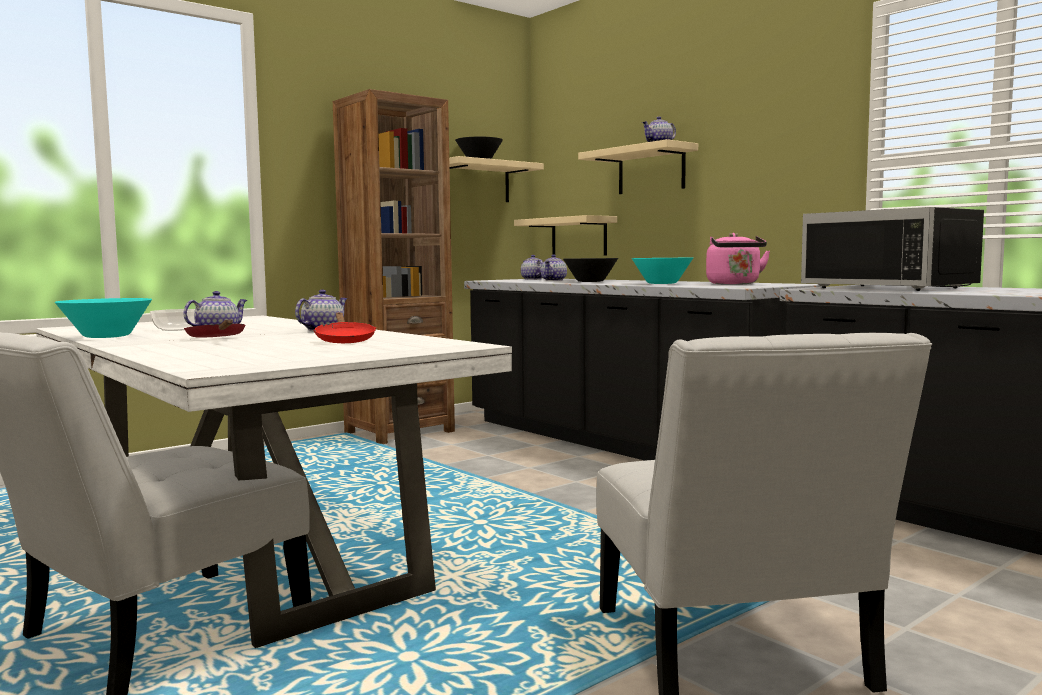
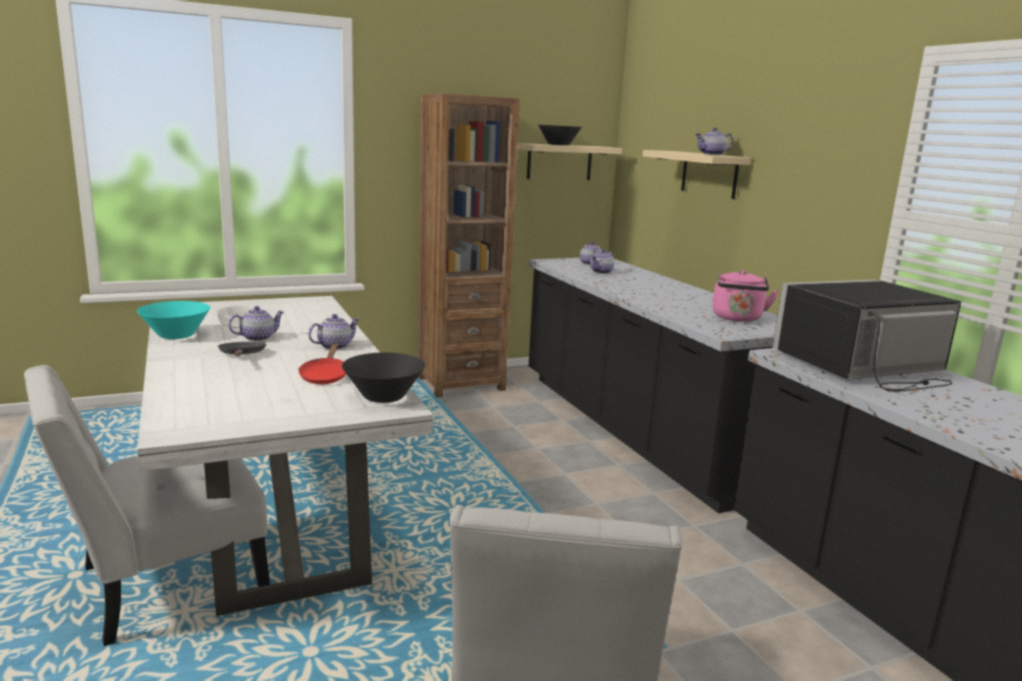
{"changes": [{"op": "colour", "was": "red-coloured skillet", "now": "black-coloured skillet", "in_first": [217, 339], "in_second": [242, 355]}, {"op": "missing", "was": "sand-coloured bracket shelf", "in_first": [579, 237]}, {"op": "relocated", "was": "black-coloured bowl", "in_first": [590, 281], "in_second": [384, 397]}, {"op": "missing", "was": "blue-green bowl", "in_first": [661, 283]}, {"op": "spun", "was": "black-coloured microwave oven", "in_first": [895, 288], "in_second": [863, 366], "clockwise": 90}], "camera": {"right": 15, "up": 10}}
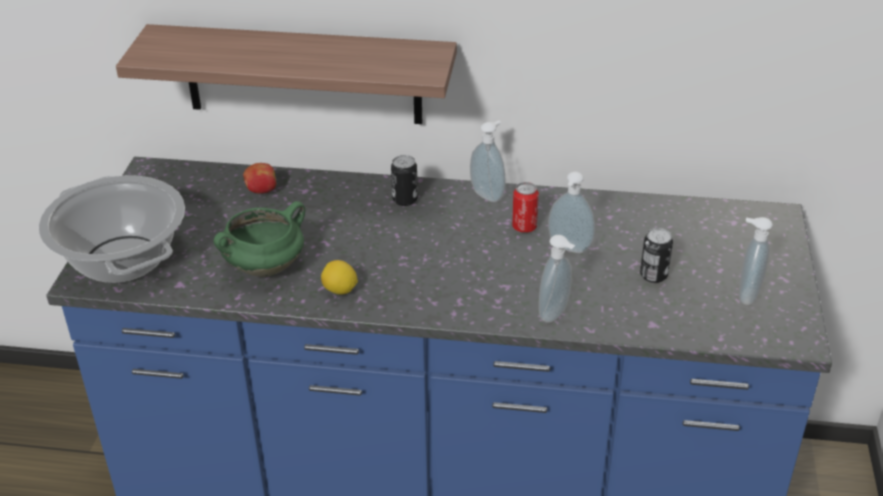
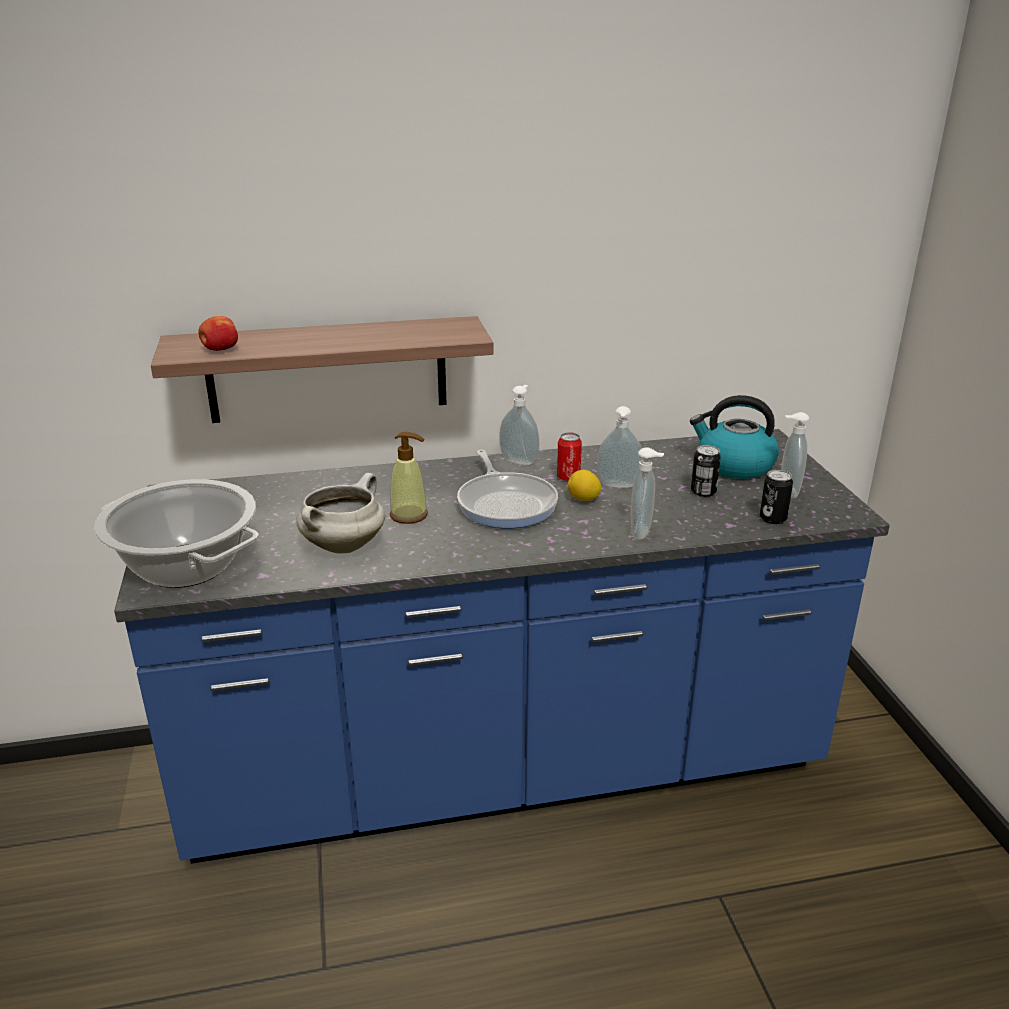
{"changes": [{"op": "colour", "was": "greenish stockpot", "now": "white stockpot", "in_first": [265, 266], "in_second": [344, 545]}, {"op": "relocated", "was": "apple fruit", "in_first": [261, 191], "in_second": [220, 350]}, {"op": "relocated", "was": "whole lemon", "in_first": [340, 290], "in_second": [583, 499]}, {"op": "relocated", "was": "can", "in_first": [405, 199], "in_second": [773, 518]}, {"op": "appeared", "now": "soap dispenser", "in_second": [409, 515]}, {"op": "appeared", "now": "skillet", "in_second": [506, 503]}, {"op": "appeared", "now": "tea kettle", "in_second": [734, 465]}], "camera": {"right": -20, "up": -10}}
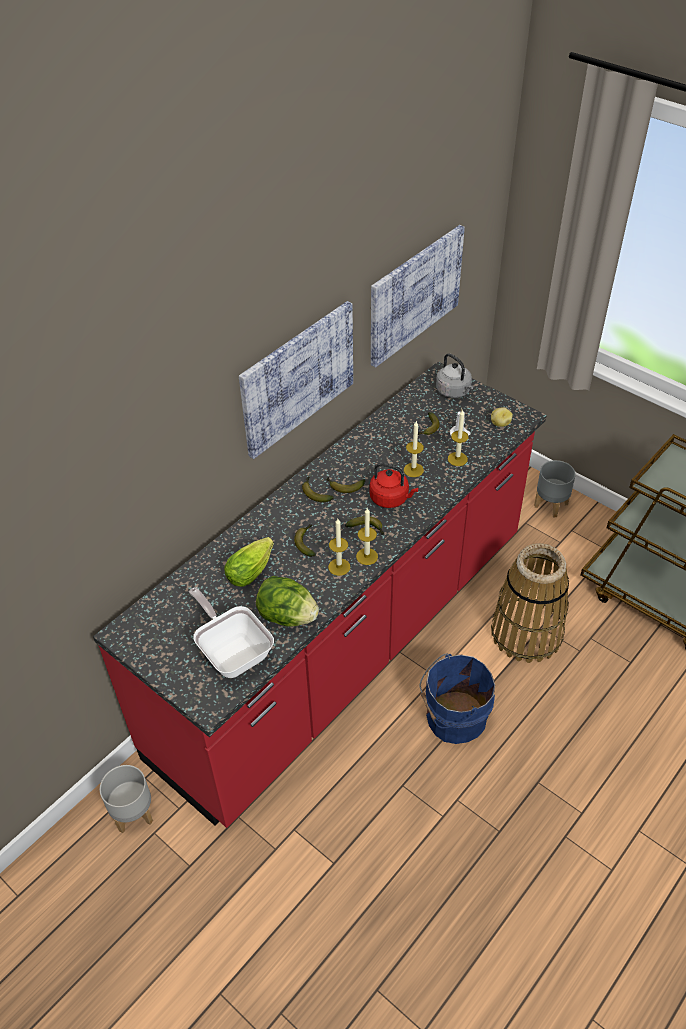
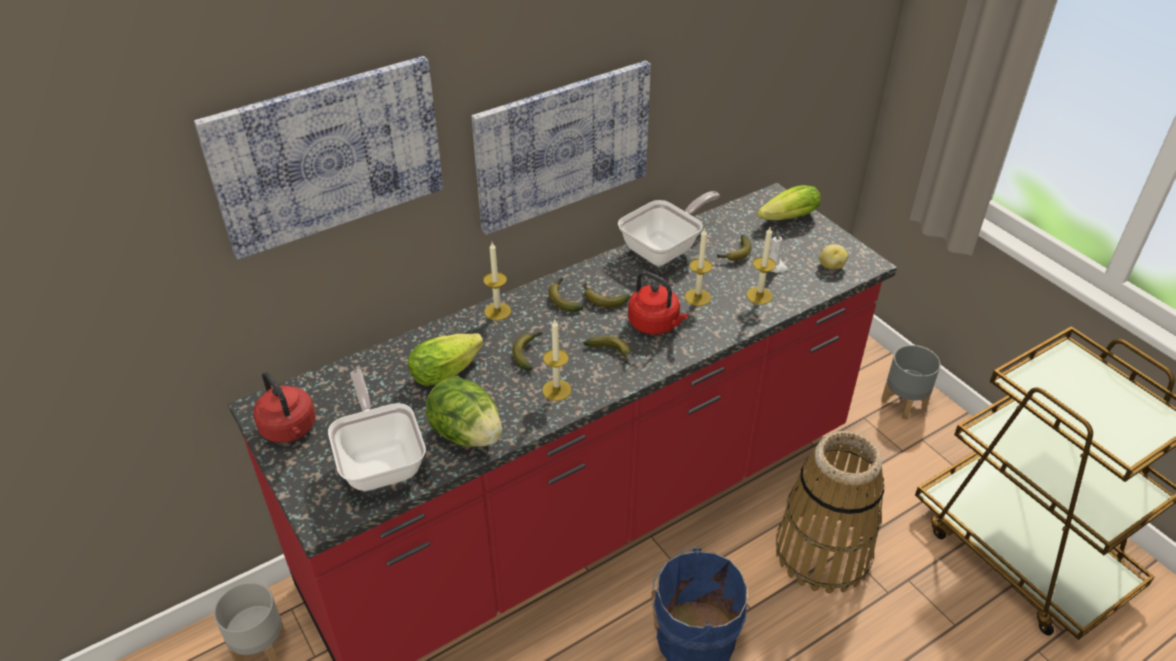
{"changes": [{"op": "relocated", "was": "candle", "in_first": [367, 556], "in_second": [497, 311]}, {"op": "relocated", "was": "wall picture", "in_first": [414, 294], "in_second": [328, 155]}, {"op": "exchanged", "was": "gray tea kettle", "now": "lettuce", "in_first": [454, 392], "in_second": [785, 219]}, {"op": "appeared", "now": "red-coloured tea kettle", "in_second": [290, 430]}, {"op": "appeared", "now": "skillet", "in_second": [665, 249]}], "camera": {"right": 15, "up": -5}}
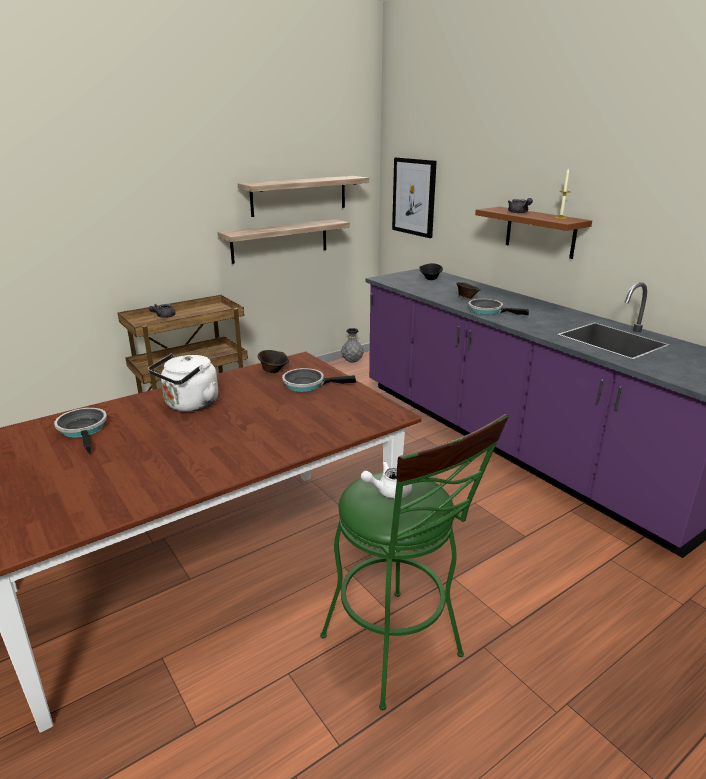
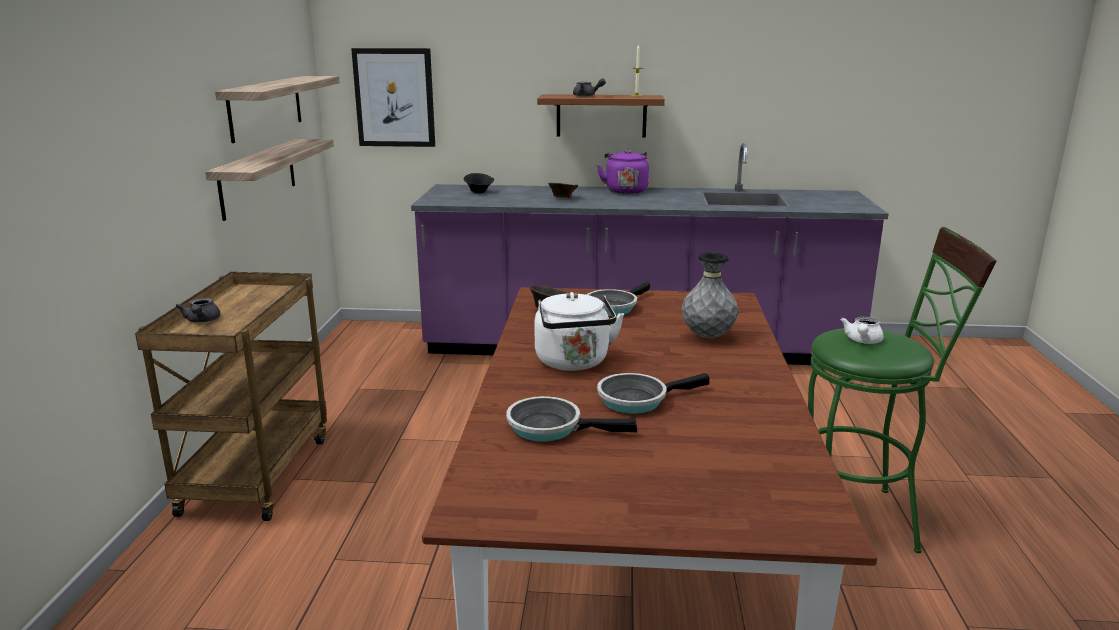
{"changes": [{"op": "relocated", "was": "gray decorative vase", "in_first": [352, 361], "in_second": [708, 336]}, {"op": "relocated", "was": "skillet", "in_first": [488, 311], "in_second": [637, 400]}, {"op": "appeared", "now": "purple-coloured tea kettle", "in_second": [625, 191]}], "camera": {"right": -50, "up": -5}}
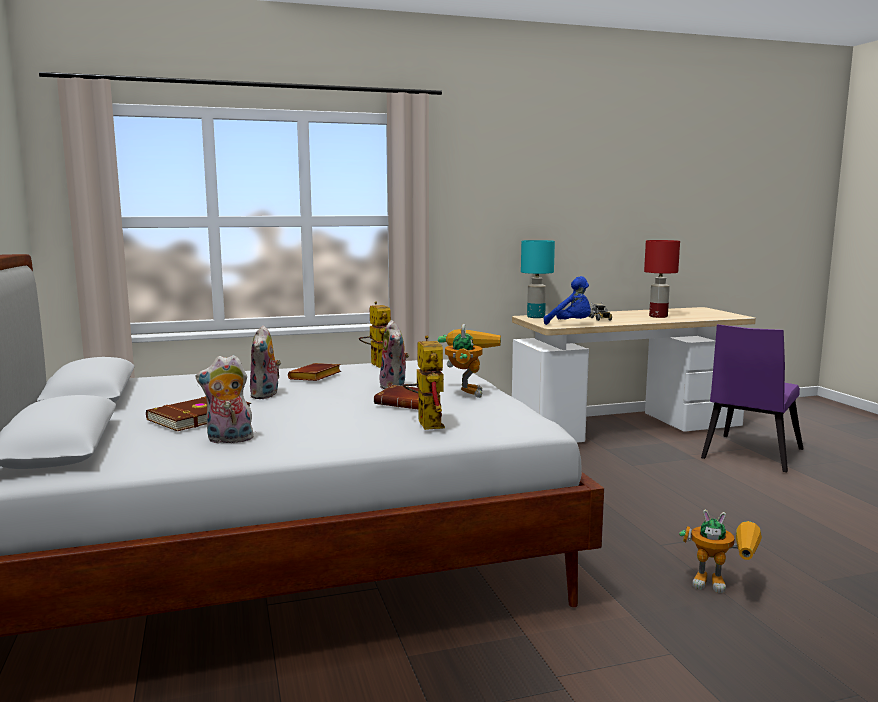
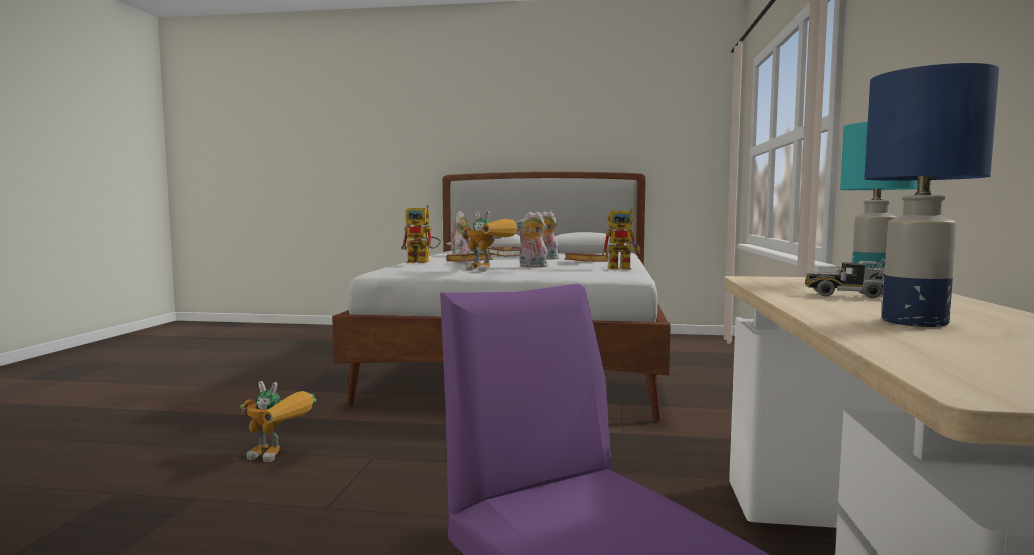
{"changes": [{"op": "missing", "was": "blue cuddly toy", "in_first": [571, 324]}, {"op": "colour", "was": "red-coloured tabletop lamp", "now": "blue tabletop lamp", "in_first": [658, 316], "in_second": [912, 322]}, {"op": "spun", "was": "model robot", "in_first": [722, 585], "in_second": [279, 456], "clockwise": -120}], "camera": {"right": 115, "up": -5}}
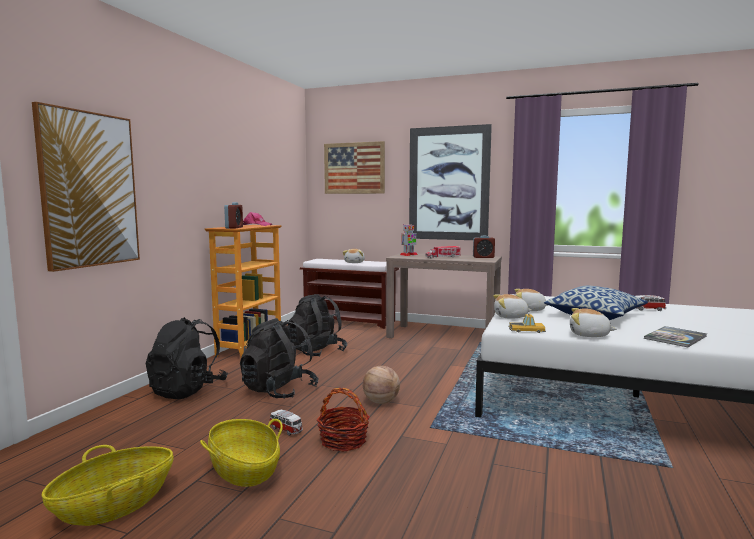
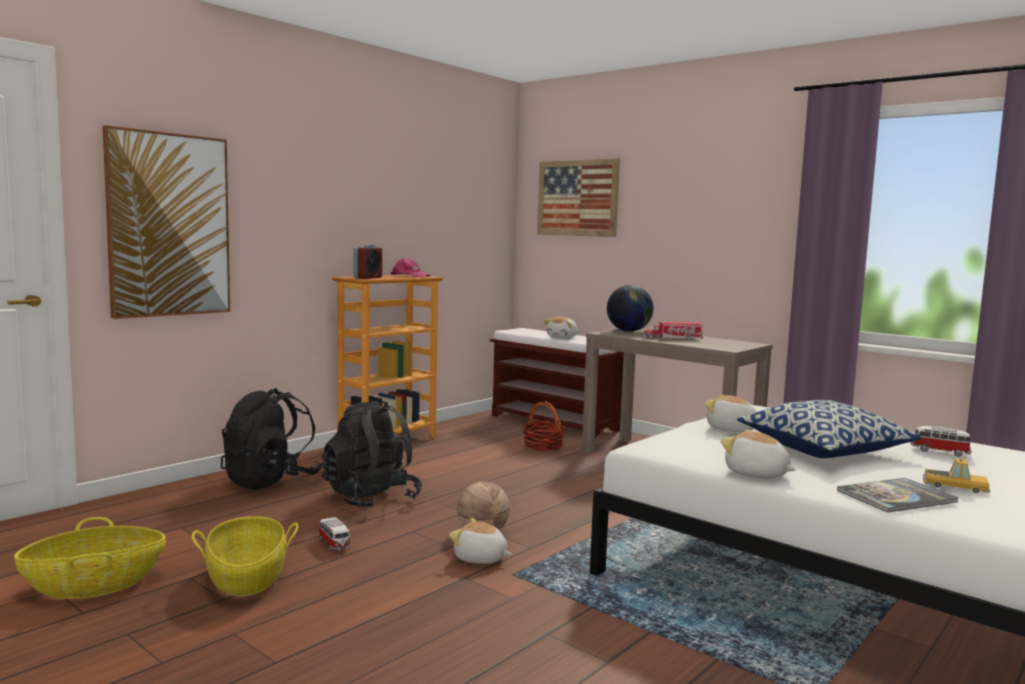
{"changes": [{"op": "missing", "was": "black-coloured rucksack", "in_first": [316, 352]}, {"op": "relocated", "was": "storage basket", "in_first": [343, 441], "in_second": [543, 446]}, {"op": "exchanged", "was": "model robot", "now": "globe", "in_first": [408, 255], "in_second": [628, 331]}, {"op": "missing", "was": "wall picture", "in_first": [448, 183]}, {"op": "missing", "was": "bedside clock", "in_first": [483, 257]}, {"op": "relocated", "was": "cuddly toy", "in_first": [510, 317], "in_second": [480, 559]}, {"op": "relocated", "was": "miniature car", "in_first": [527, 330], "in_second": [956, 486]}], "camera": {"right": 20, "up": 0}}
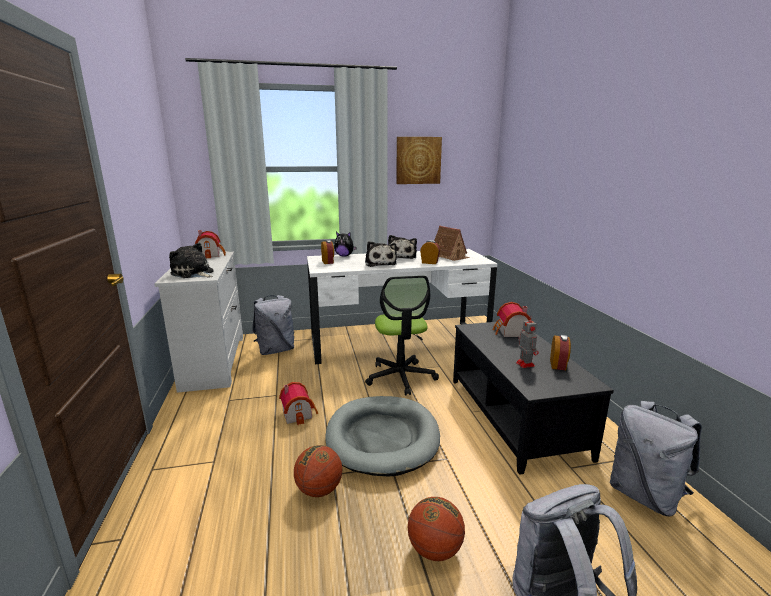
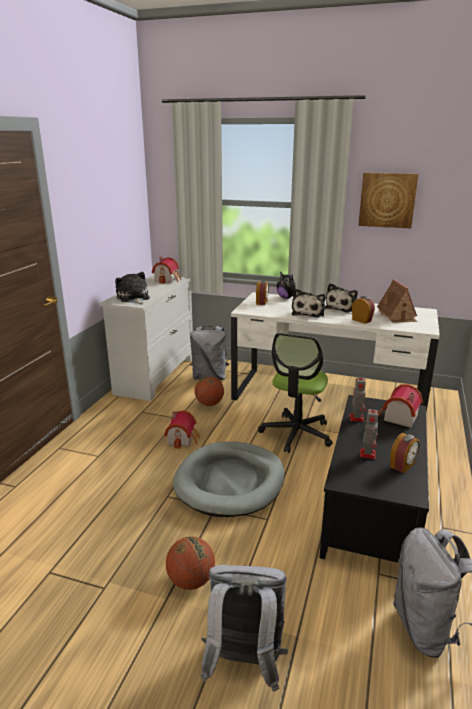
{"changes": [{"op": "relocated", "was": "basketball", "in_first": [319, 490], "in_second": [209, 404]}, {"op": "appeared", "now": "model robot", "in_second": [356, 418]}], "camera": {"right": 30, "up": 5}}
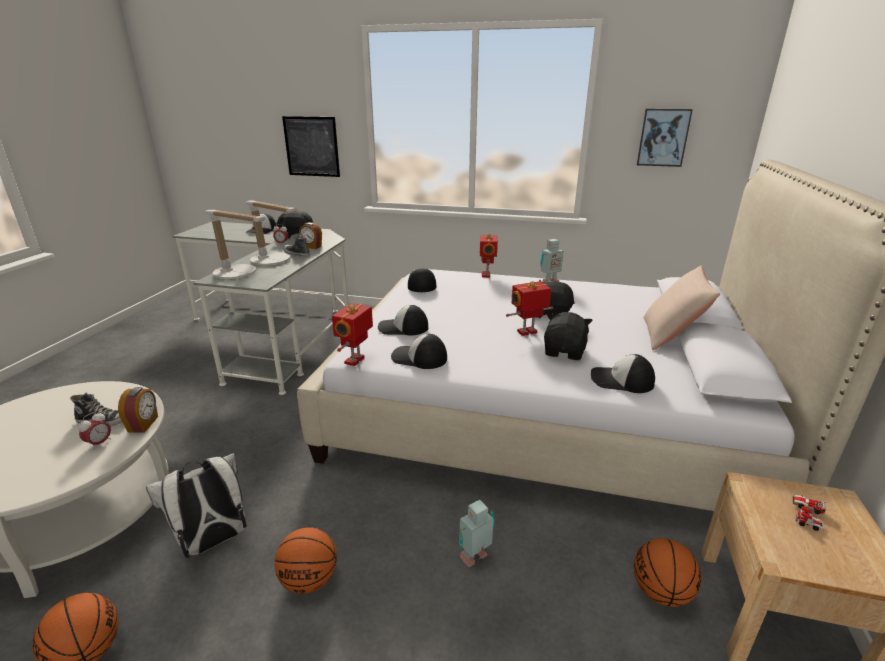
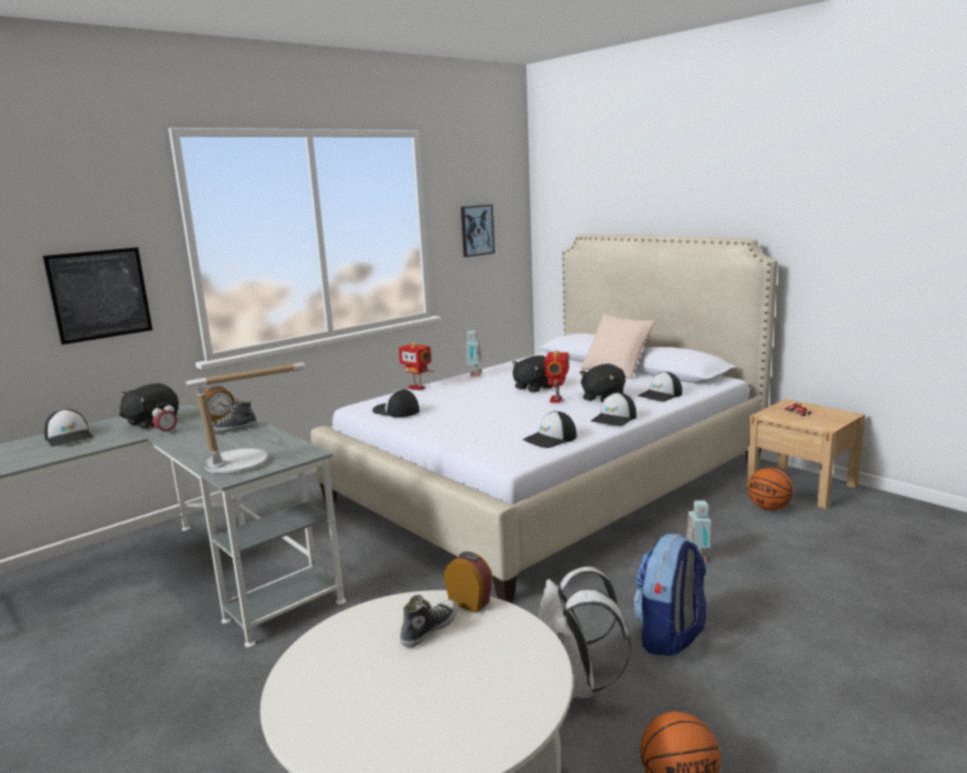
{"changes": [{"op": "missing", "was": "bedside clock", "in_first": [99, 443]}, {"op": "missing", "was": "tabletop lamp", "in_first": [273, 261]}, {"op": "exchanged", "was": "basketball", "now": "rucksack", "in_first": [309, 580], "in_second": [670, 636]}, {"op": "missing", "was": "model robot", "in_first": [356, 360]}, {"op": "relocated", "was": "peaked cap", "in_first": [403, 328], "in_second": [614, 419]}, {"op": "spun", "was": "black-coloured cuddly toy", "in_first": [564, 352], "in_second": [602, 398], "clockwise": -105}], "camera": {"right": -55, "up": -10}}
